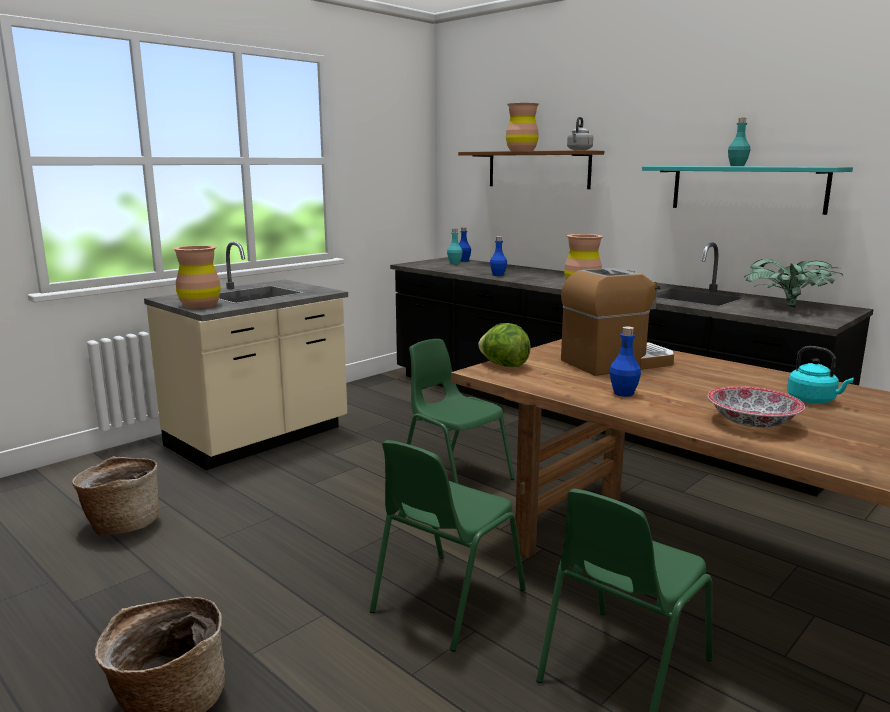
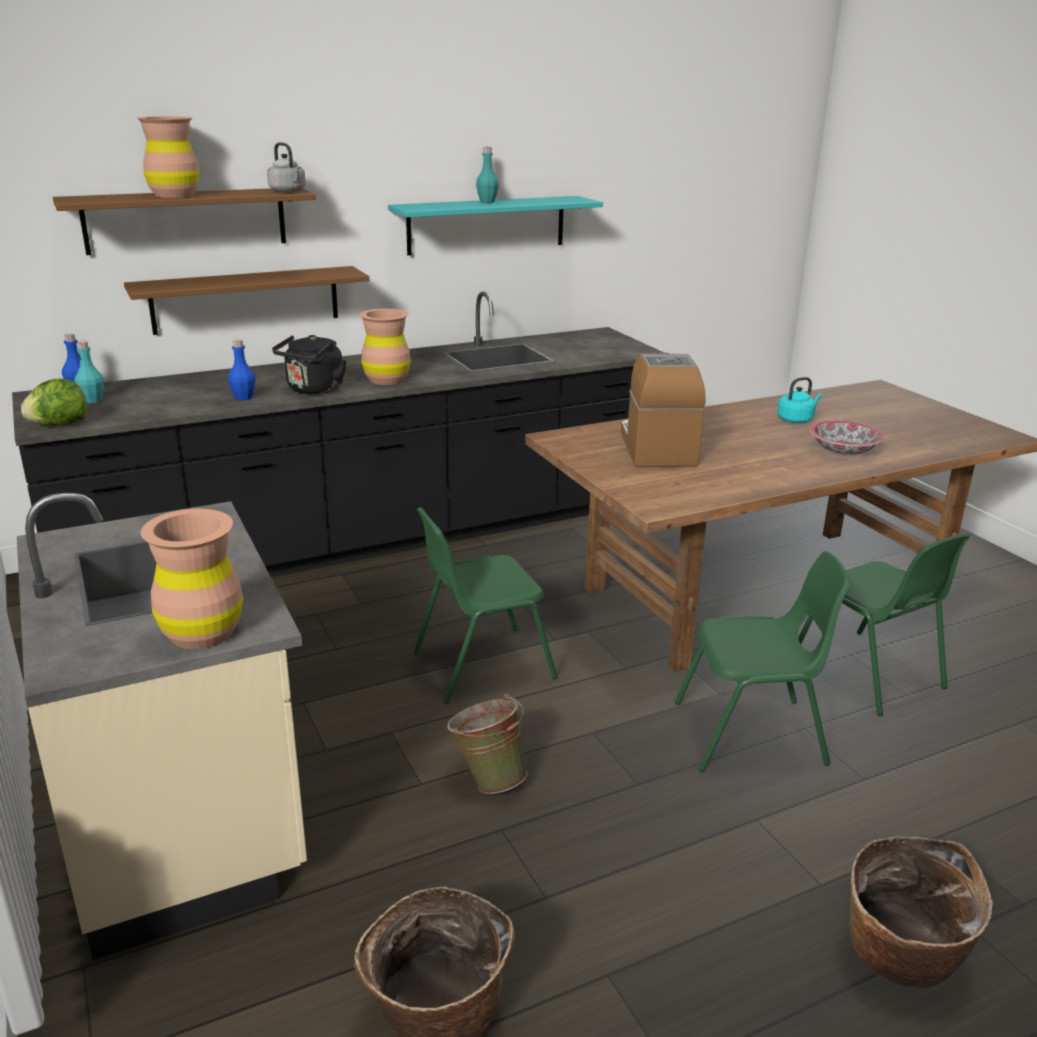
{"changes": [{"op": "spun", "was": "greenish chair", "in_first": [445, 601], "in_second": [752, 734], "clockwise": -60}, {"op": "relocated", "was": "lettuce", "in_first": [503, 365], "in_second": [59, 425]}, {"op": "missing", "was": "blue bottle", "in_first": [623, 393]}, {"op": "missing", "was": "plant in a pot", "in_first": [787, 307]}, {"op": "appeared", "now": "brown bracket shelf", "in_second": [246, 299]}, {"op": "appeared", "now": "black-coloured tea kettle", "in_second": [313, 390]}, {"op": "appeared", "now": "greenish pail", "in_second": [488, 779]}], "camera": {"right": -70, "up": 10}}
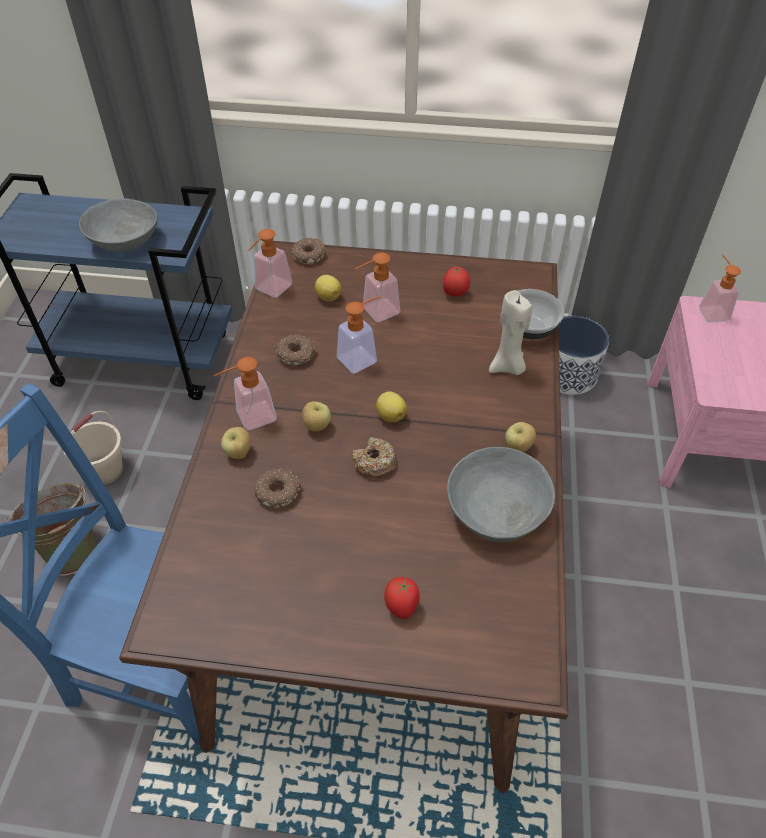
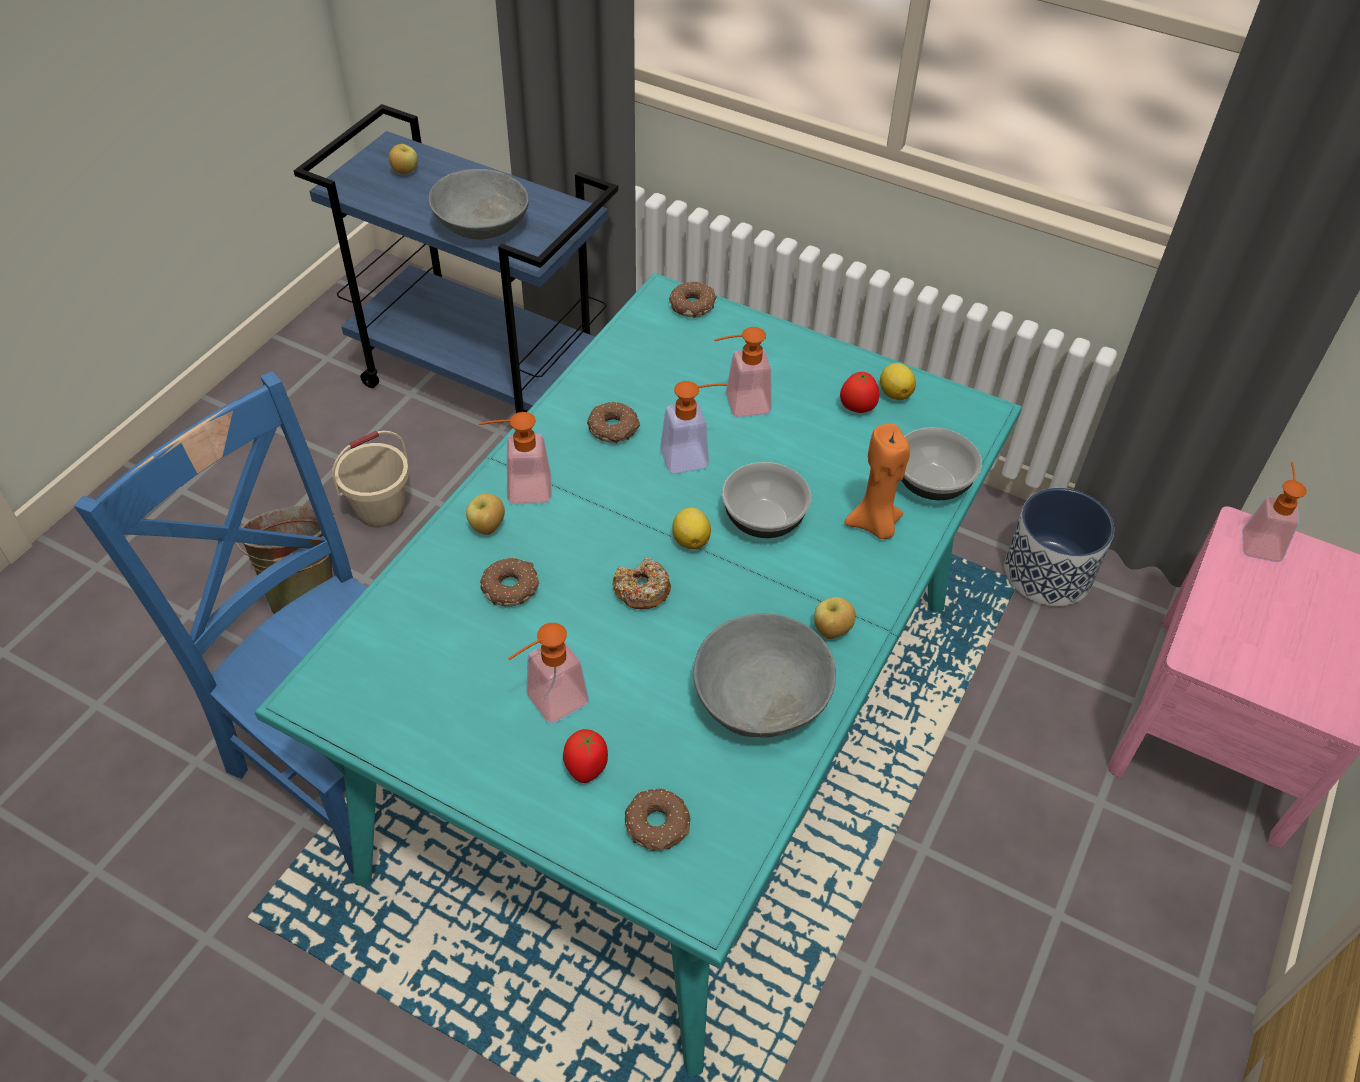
{"changes": [{"op": "colour", "was": "brown dinner table", "now": "blue-green dinner table", "in_first": [381, 555], "in_second": [673, 729]}, {"op": "relocated", "was": "soap dispenser", "in_first": [269, 290], "in_second": [548, 704]}, {"op": "relocated", "was": "apple fruit", "in_first": [316, 426], "in_second": [405, 172]}, {"op": "relocated", "was": "whole lemon", "in_first": [328, 297], "in_second": [895, 393]}, {"op": "colour", "was": "sand-coloured candle", "now": "orange candle", "in_first": [507, 367], "in_second": [874, 525]}, {"op": "appeared", "now": "ring doughnut", "in_second": [658, 825]}, {"op": "appeared", "now": "bowl", "in_second": [764, 518]}], "camera": {"right": 20, "up": 0}}
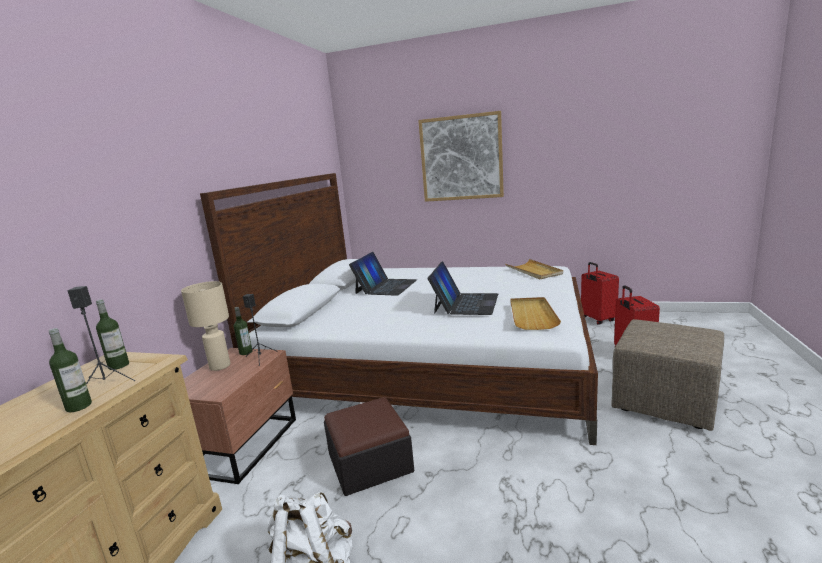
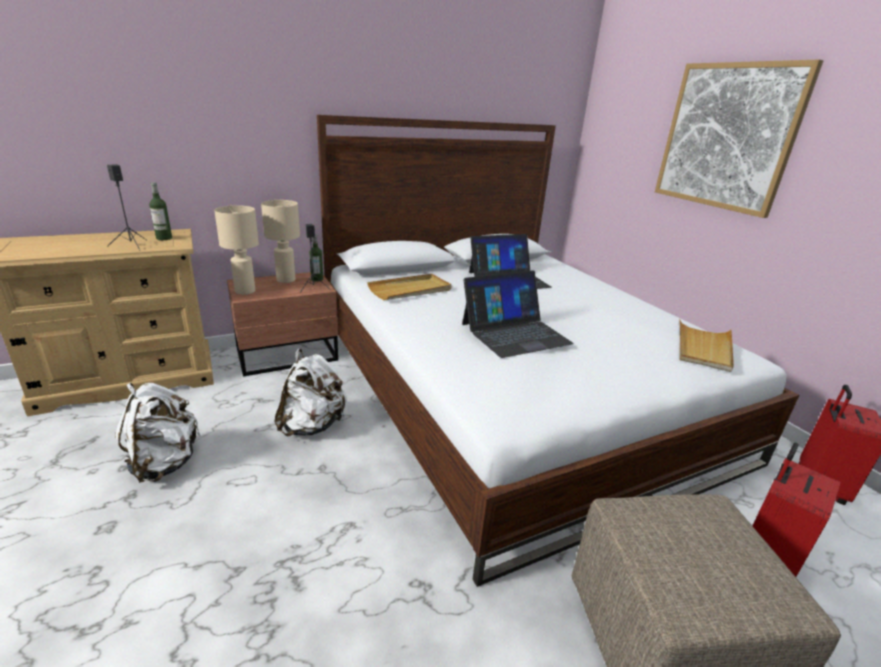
{"changes": [{"op": "missing", "was": "bottle", "in_first": [79, 406]}, {"op": "exchanged", "was": "pouffe", "now": "white rucksack", "in_first": [370, 462], "in_second": [312, 425]}, {"op": "relocated", "was": "sand-coloured tray", "in_first": [532, 315], "in_second": [410, 290]}, {"op": "appeared", "now": "sand-coloured tabletop lamp", "in_second": [244, 291]}], "camera": {"right": 45, "up": 10}}
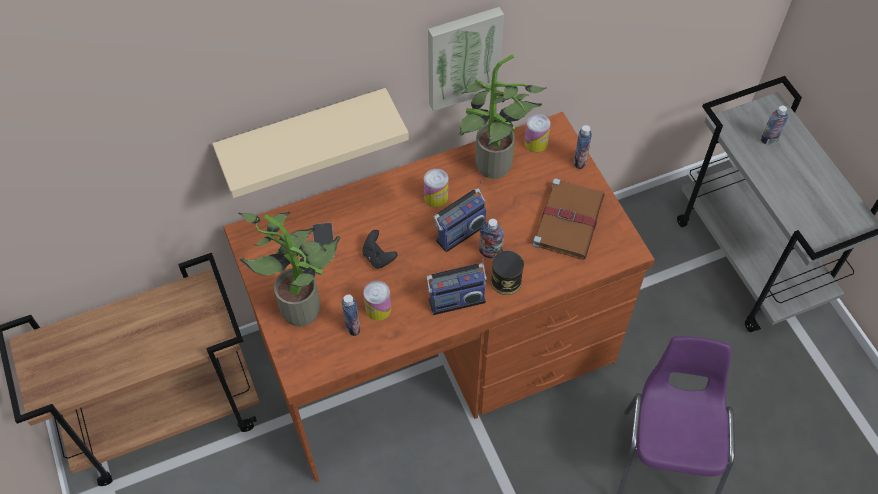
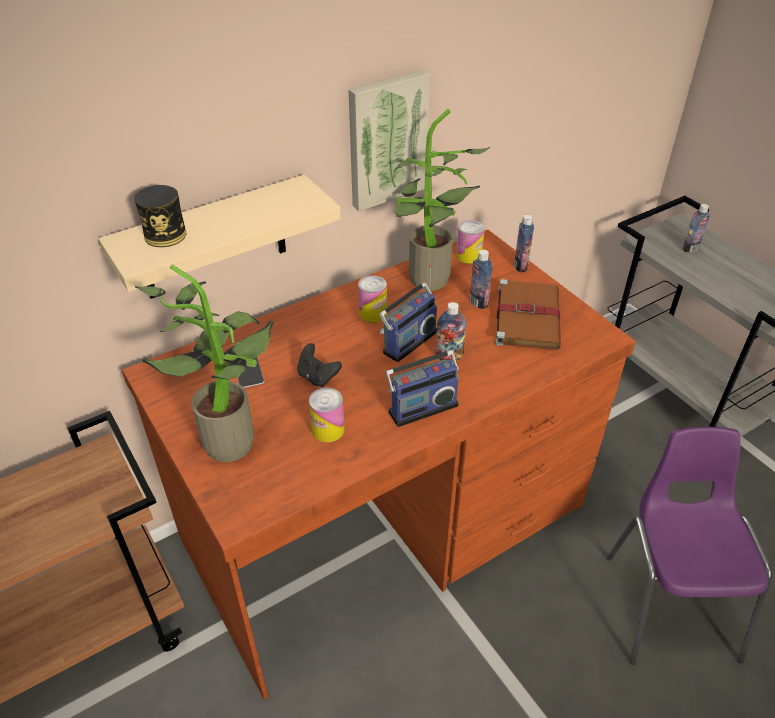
{"changes": [{"op": "relocated", "was": "bottle", "in_first": [352, 326], "in_second": [478, 302]}, {"op": "relocated", "was": "can", "in_first": [506, 281], "in_second": [165, 235]}], "camera": {"right": -10, "up": -15}}
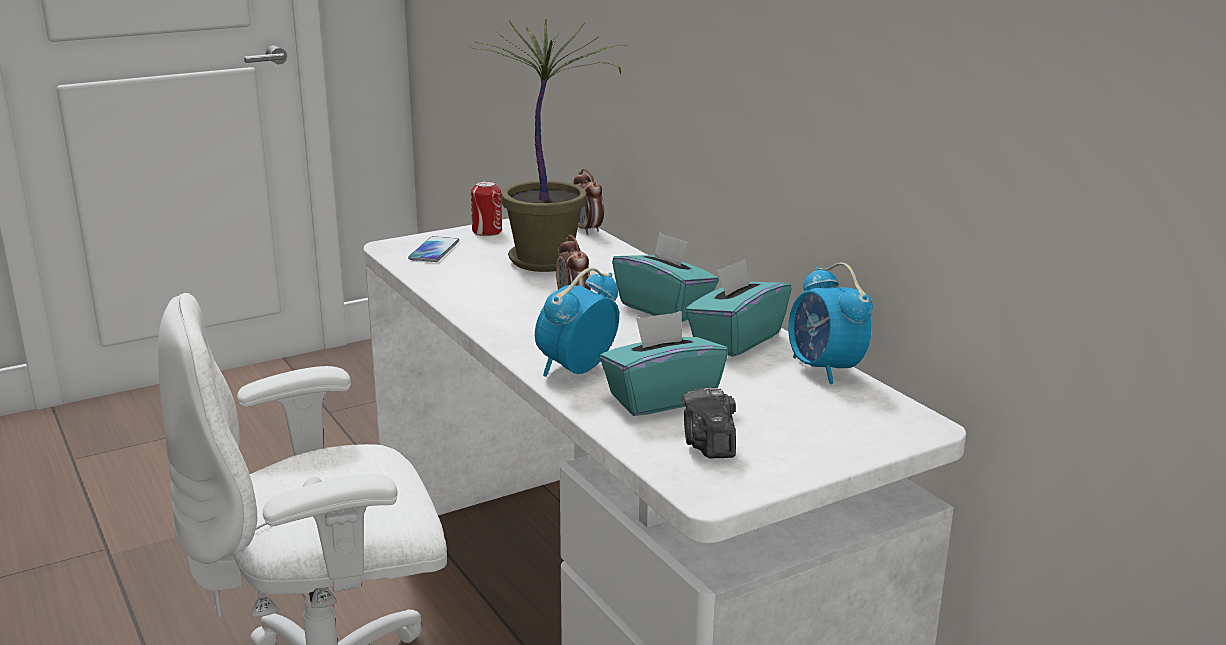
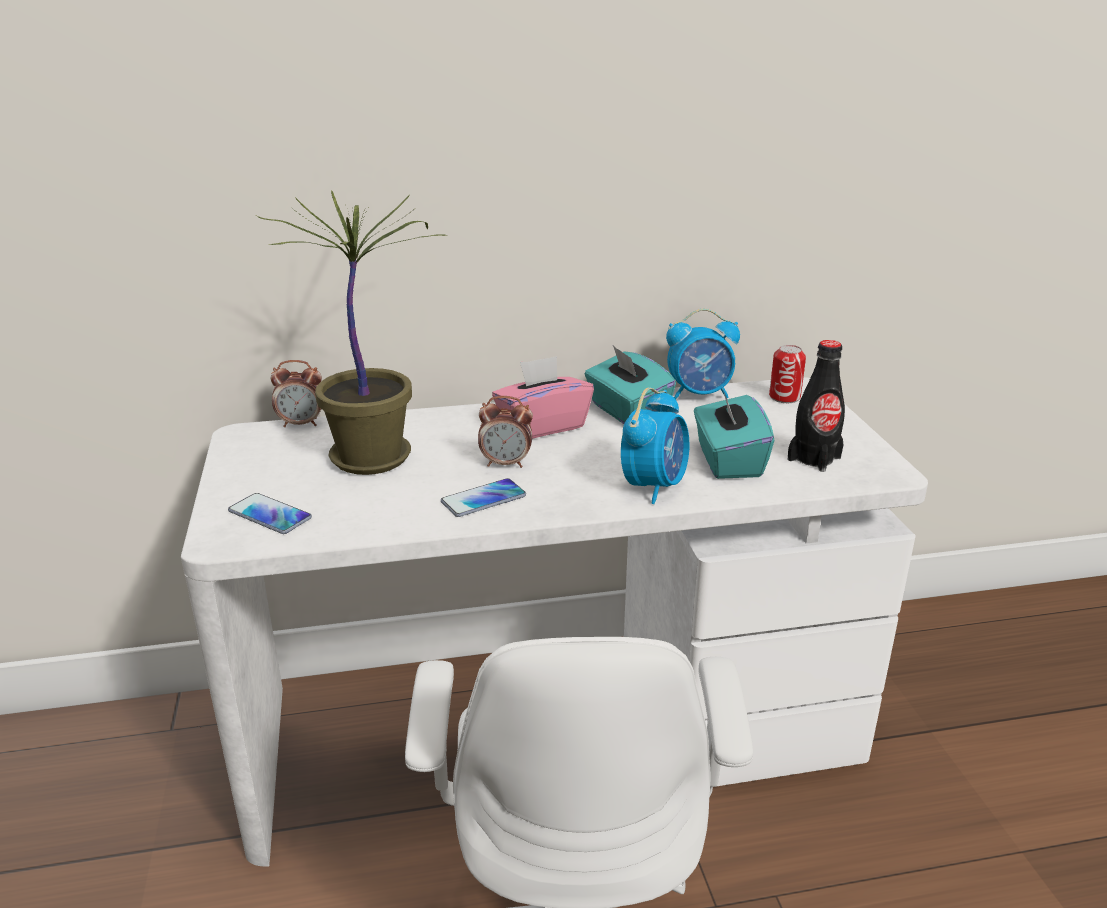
{"changes": [{"op": "relocated", "was": "can", "in_first": [487, 231], "in_second": [784, 397]}, {"op": "spun", "was": "bedside clock", "in_first": [576, 369], "in_second": [654, 486], "clockwise": -120}, {"op": "colour", "was": "blue-green tissue box", "now": "pink-coloured tissue box", "in_first": [664, 308], "in_second": [542, 426]}, {"op": "exchanged", "was": "still camera", "now": "black-coloured bottle", "in_first": [708, 444], "in_second": [814, 458]}, {"op": "appeared", "now": "phone", "in_second": [483, 499]}], "camera": {"right": -70, "up": 5}}
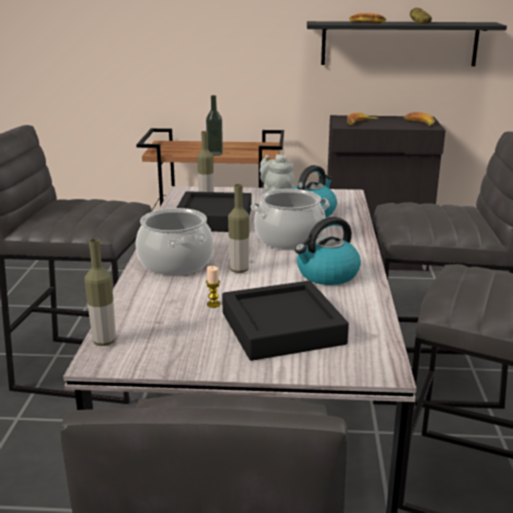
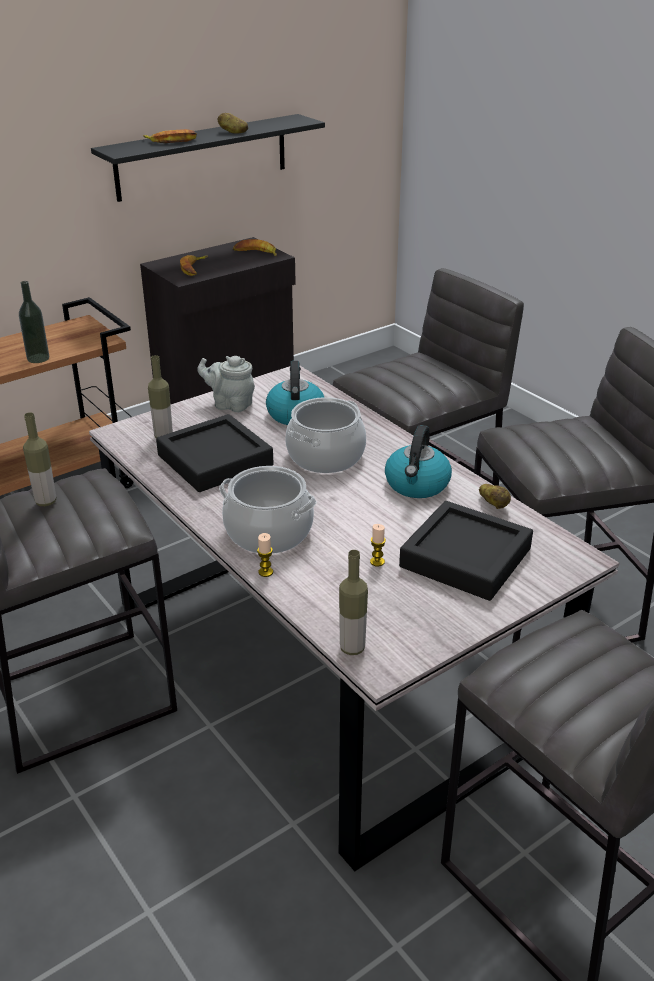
{"changes": [{"op": "relocated", "was": "bottle", "in_first": [239, 270], "in_second": [46, 502]}, {"op": "appeared", "now": "candle", "in_second": [265, 572]}, {"op": "appeared", "now": "spud", "in_second": [493, 505]}], "camera": {"right": -40, "up": 10}}
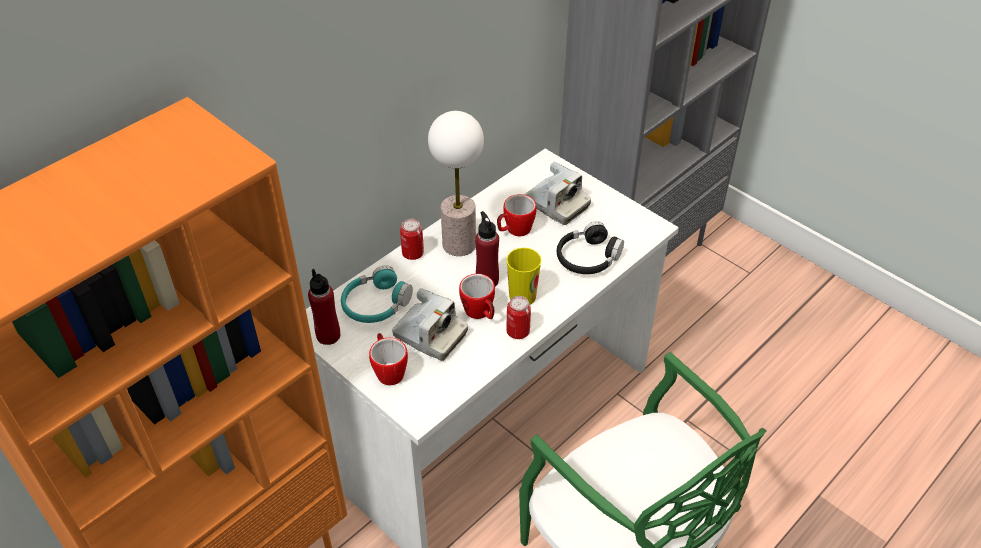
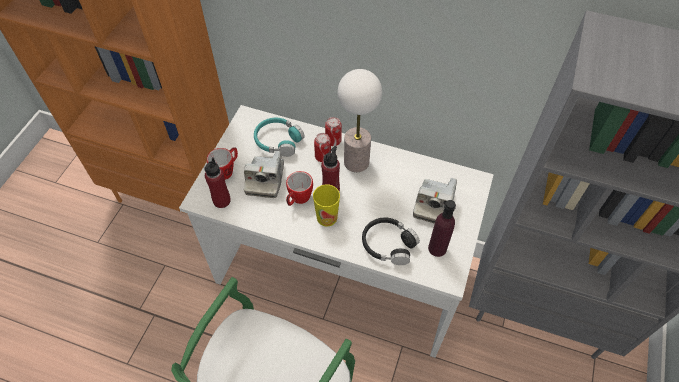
{"changes": [{"op": "relocated", "was": "red-coloured bottle", "in_first": [328, 335], "in_second": [221, 200]}, {"op": "missing", "was": "tea mug", "in_first": [514, 231]}, {"op": "relocated", "was": "can", "in_first": [518, 331], "in_second": [323, 156]}, {"op": "appeared", "now": "purple-coloured bottle", "in_second": [437, 248]}], "camera": {"right": 65, "up": 10}}
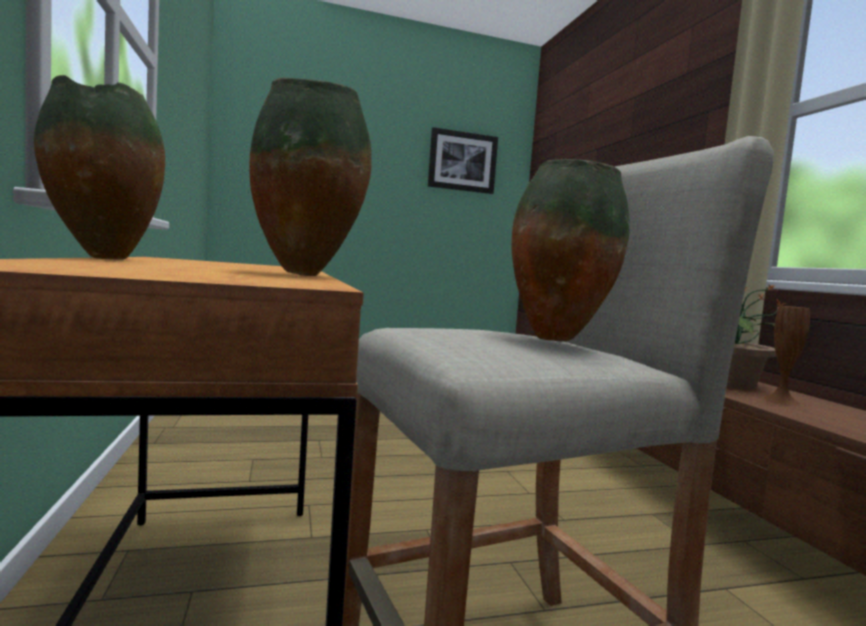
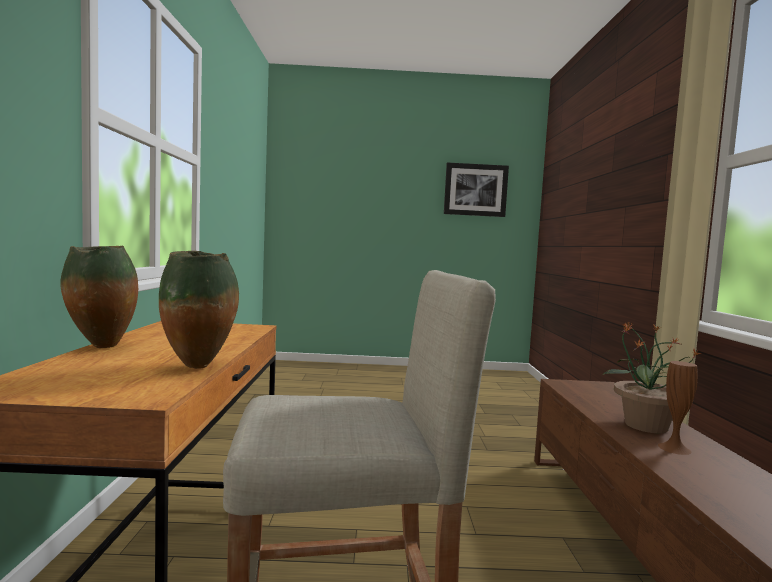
{"changes": [{"op": "missing", "was": "decorative vase", "in_first": [557, 340]}], "camera": {"right": 15, "up": 0}}
